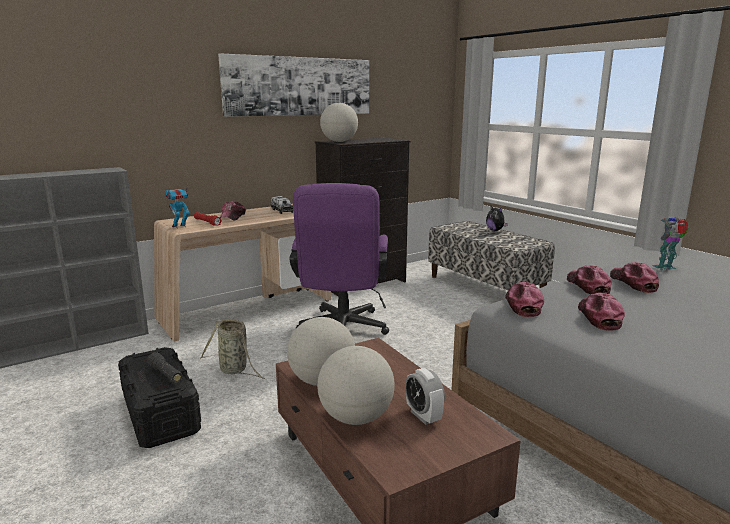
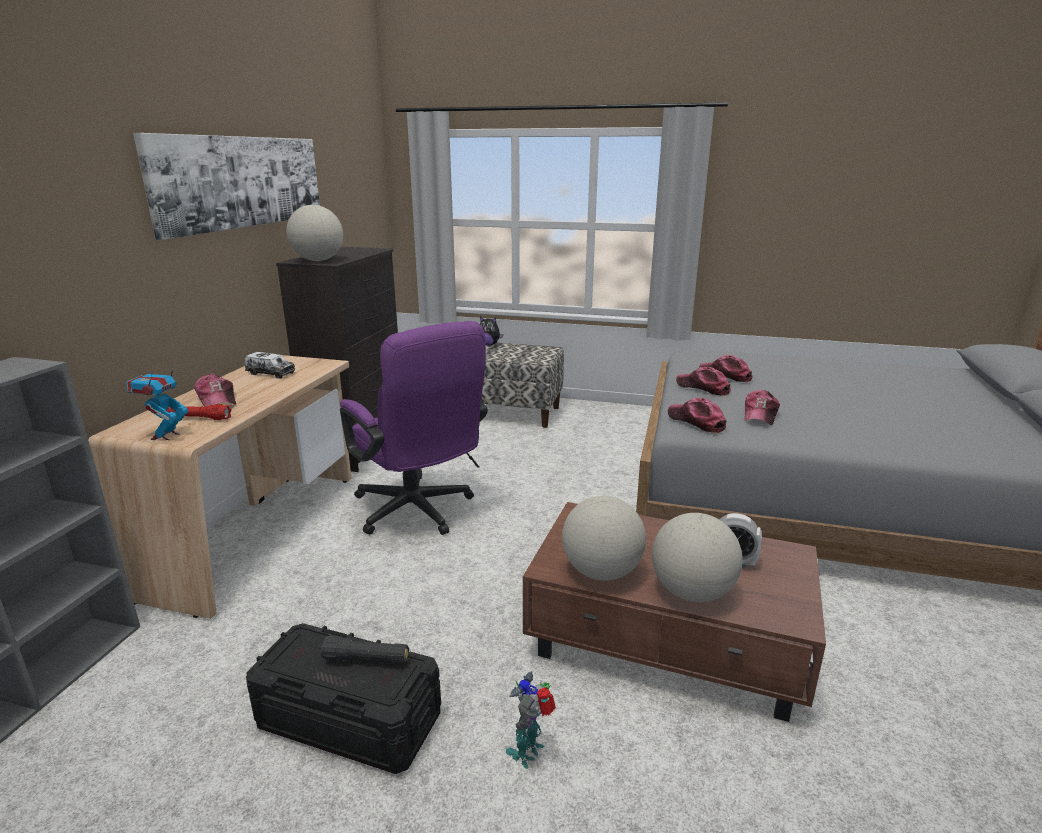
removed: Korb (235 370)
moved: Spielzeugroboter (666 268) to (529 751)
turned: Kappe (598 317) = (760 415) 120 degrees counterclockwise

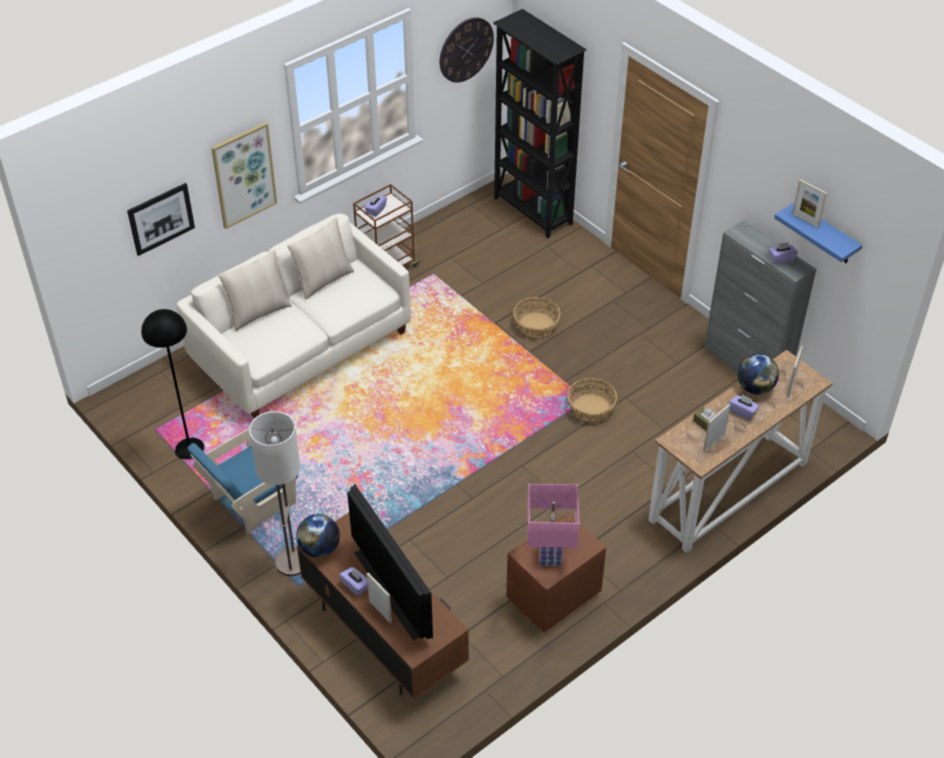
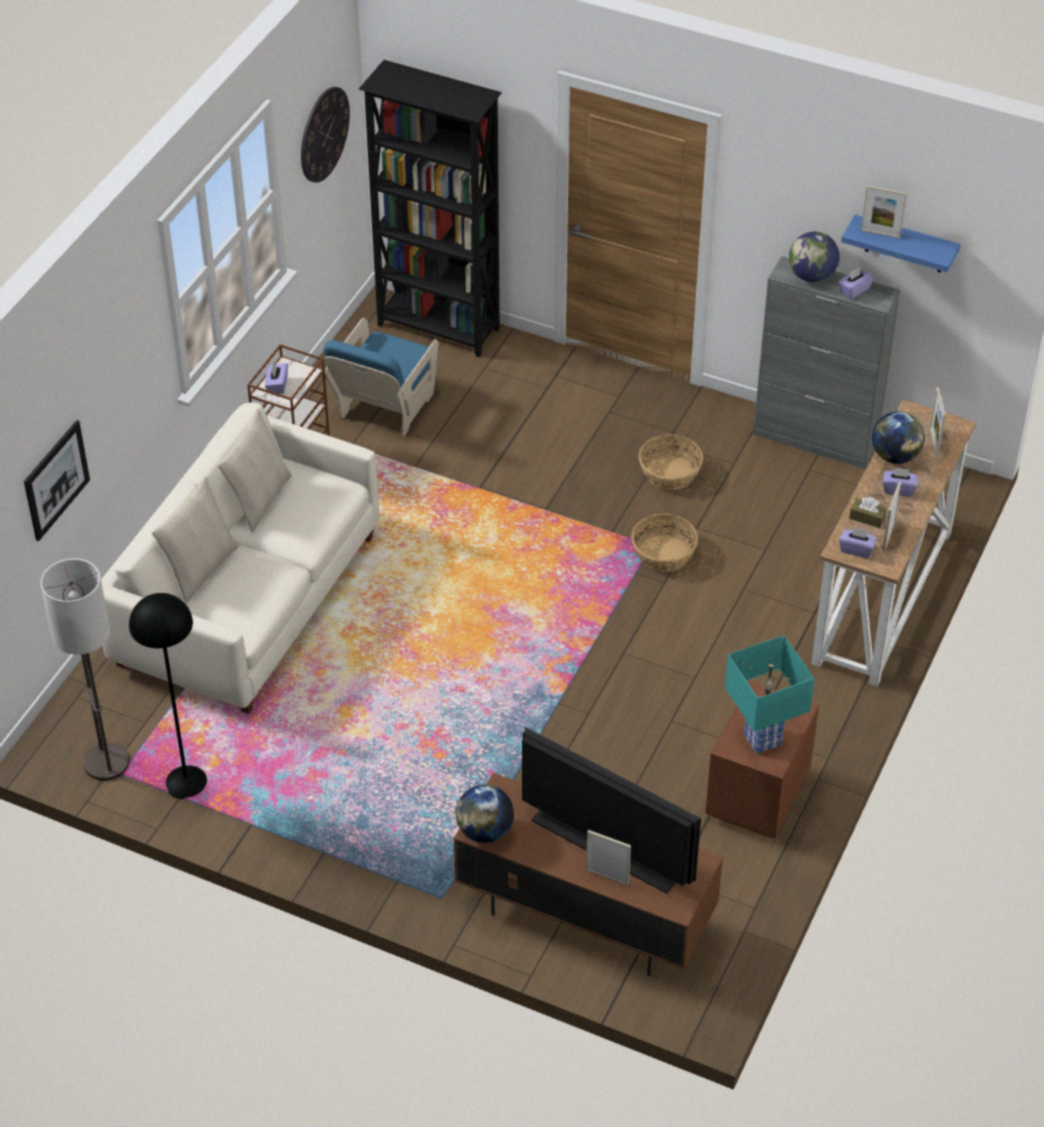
removed: Bild (244 175)
added: Globus (812 276)
moved: Korb (536 324) to (669 472); Stehlampe (292 562) to (106 762); Sessel/blau (251 504) to (385 409); Taschentuchbox/lila (355 586) to (856 549)
recoloured: Tischlampe/rosa (549 557) to Tischlampe/türkis (762 740)

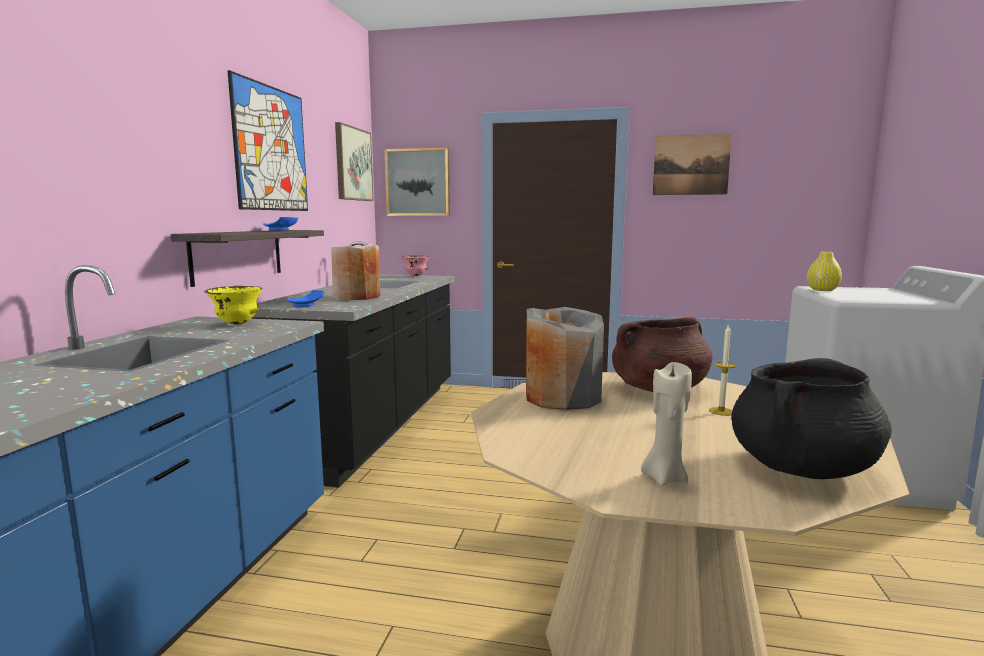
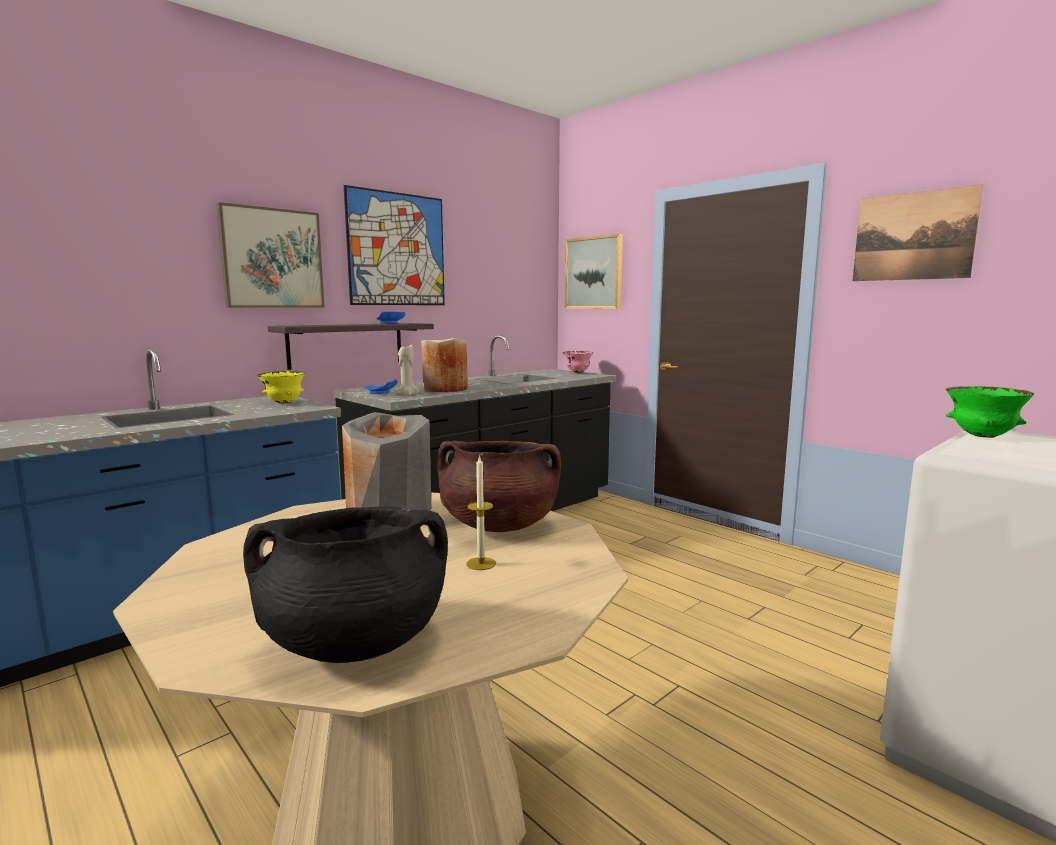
moved: Bild (353 164) to (272 258); Kerze/beige (664 478) to (407 394)
replaced: Vase/gelb (822 290) to Schüssel/grün (982 436)

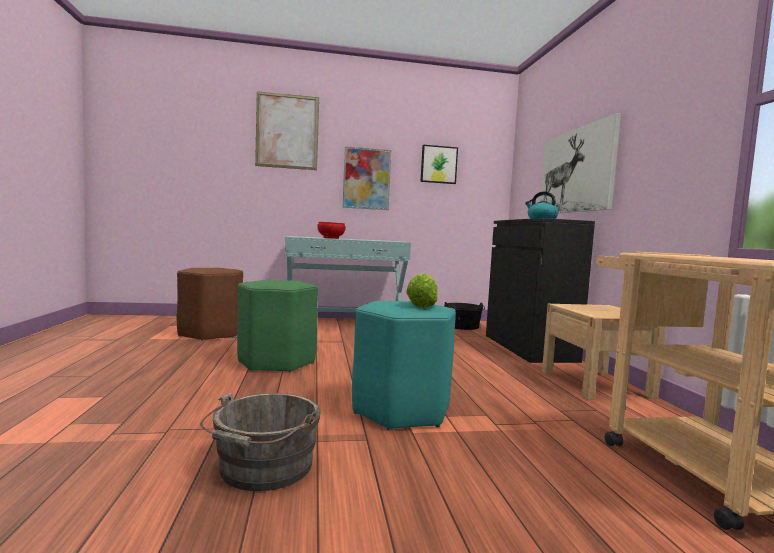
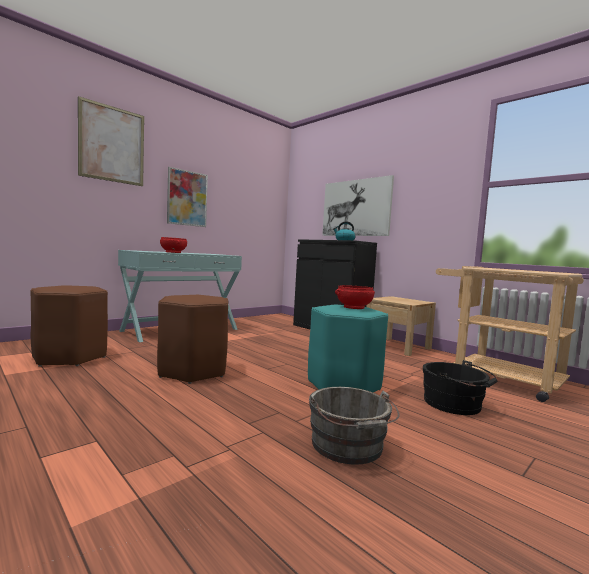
removed: Bild (438 164)
moved: Eimer/schwarz (463 326) to (455 404)
replaced: Salatkopf (421 306) to Schüssel/rot (354 307)
recoloured: Hocker/grün (276 362) to Hocker/braun (193 371)

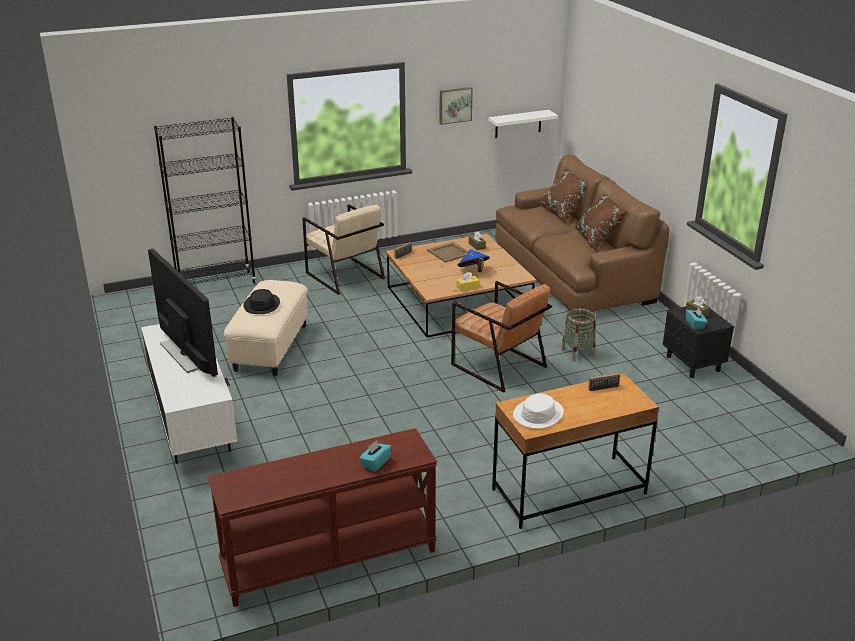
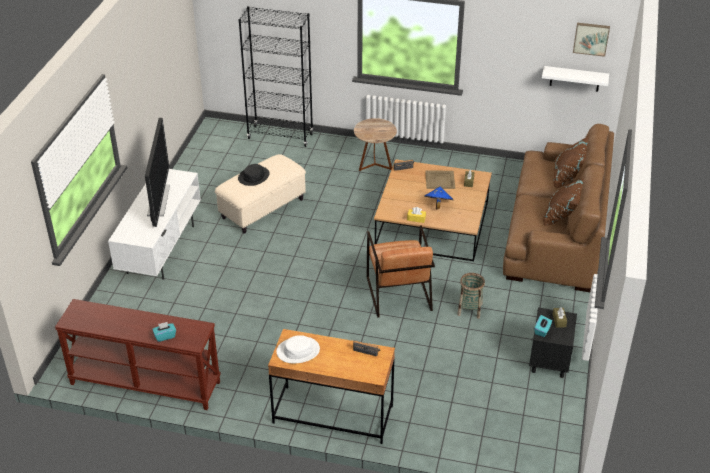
moved: Bild (455 105) to (591 38)
replaced: Sessel/beige (344 276) to Beistelltisch/braun (374 165)

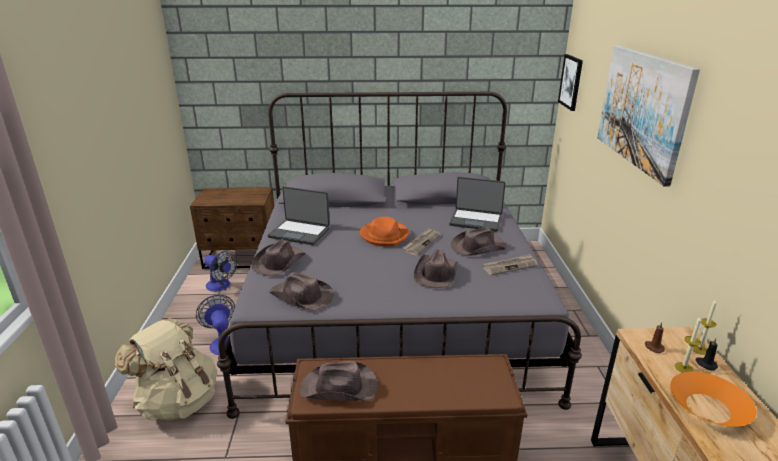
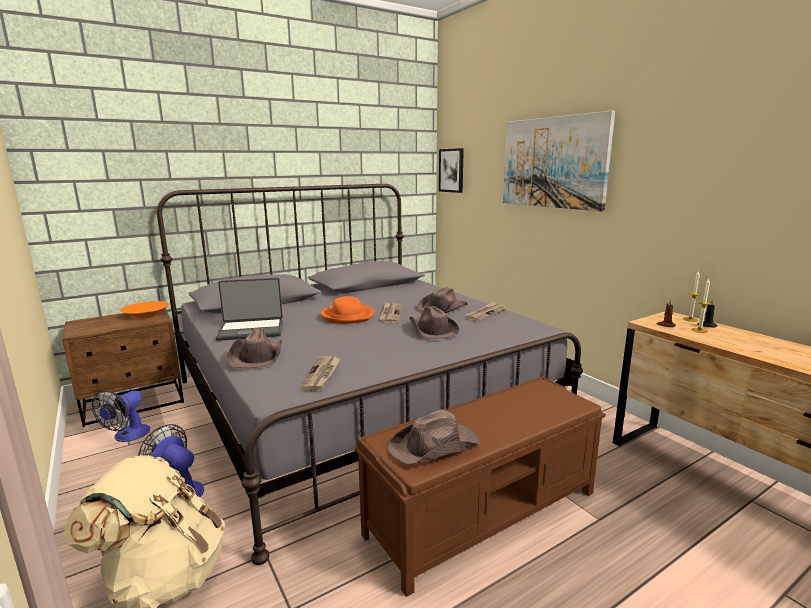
removed: Laptop (476 220)
moved: Schüssel/orange (708 407) to (146 314)
replaced: Hut/braun (301 297) to Zeitung (322 375)
turned: Ventilator (221 286) = (127 436) 105 degrees clockwise

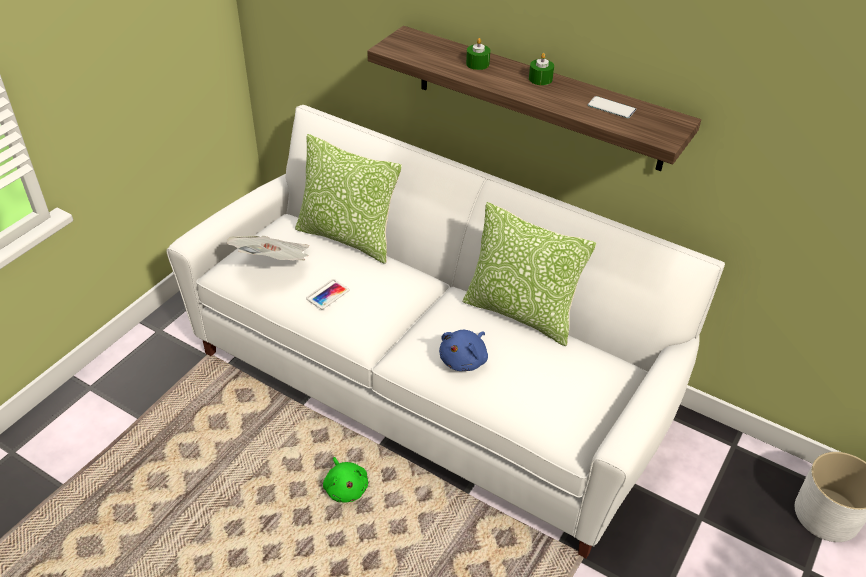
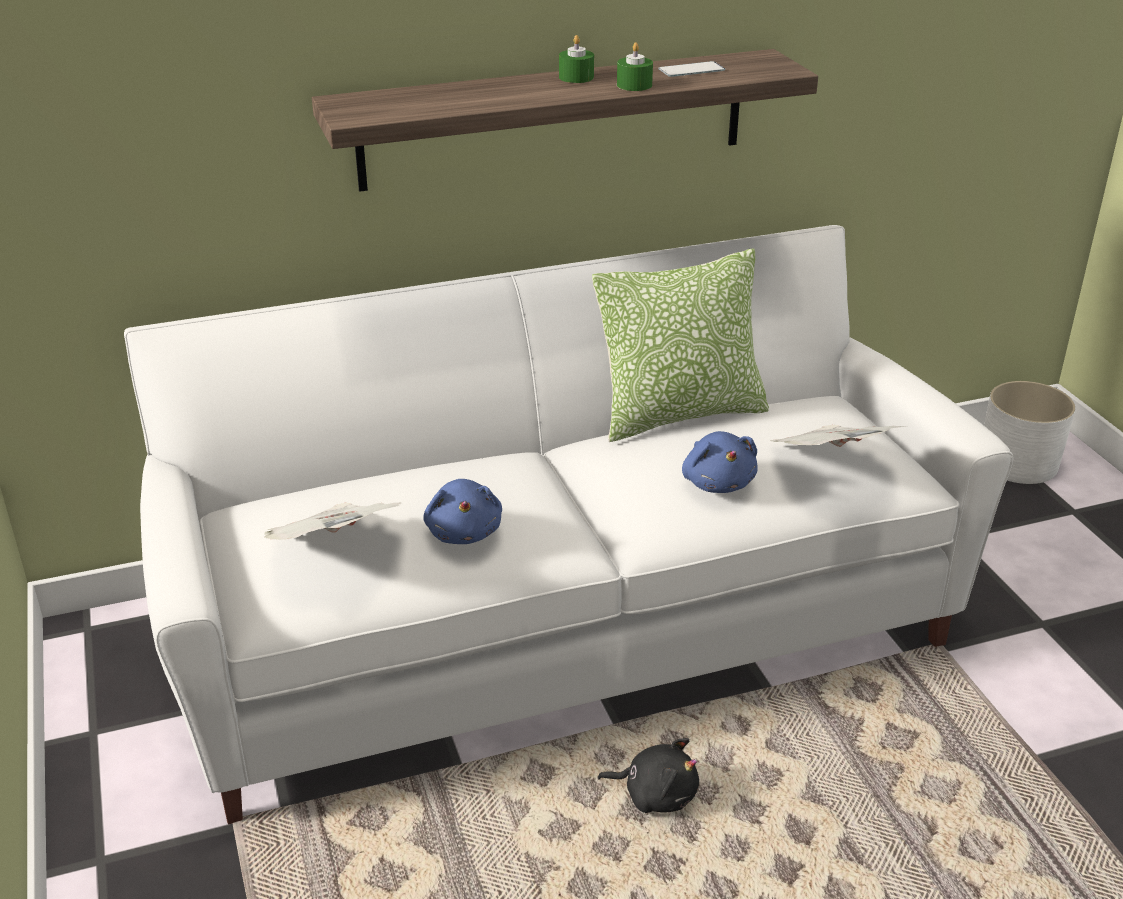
removed: Kissen (348 237)
added: Zeitung (832 463)
moved: Kerze/grün (477 64) to (634 85)
replaced: Handy (327 294) to Plüschtier/blau (464 532)
recoloured: Plüschtier/grün (346 488) to Plüschtier/schwarz (655 794)

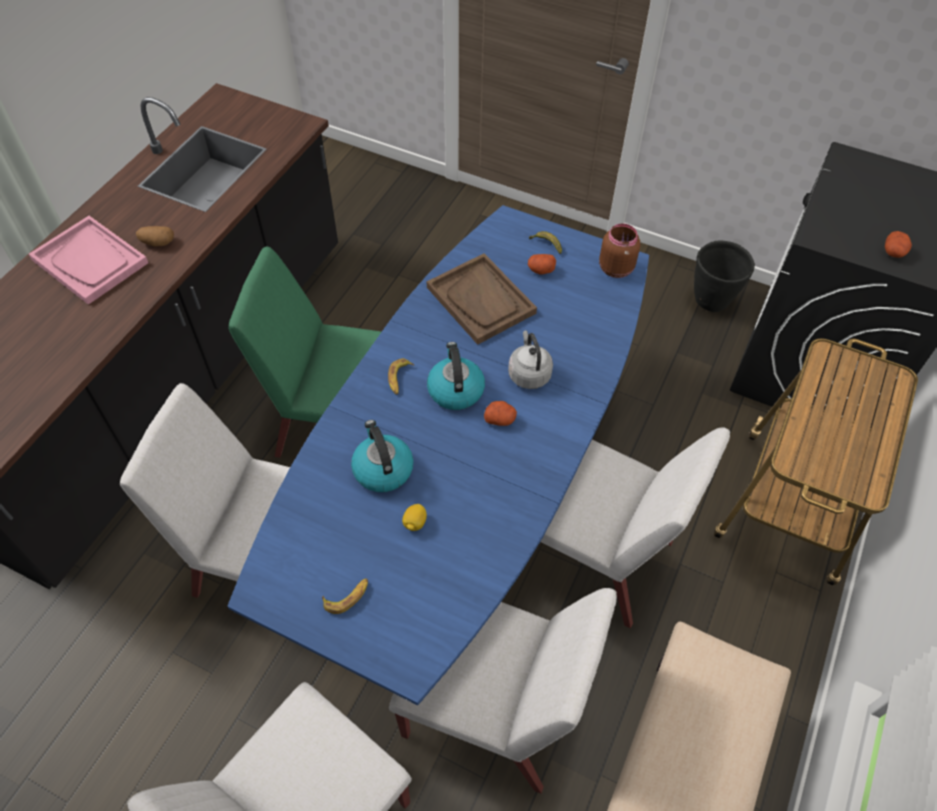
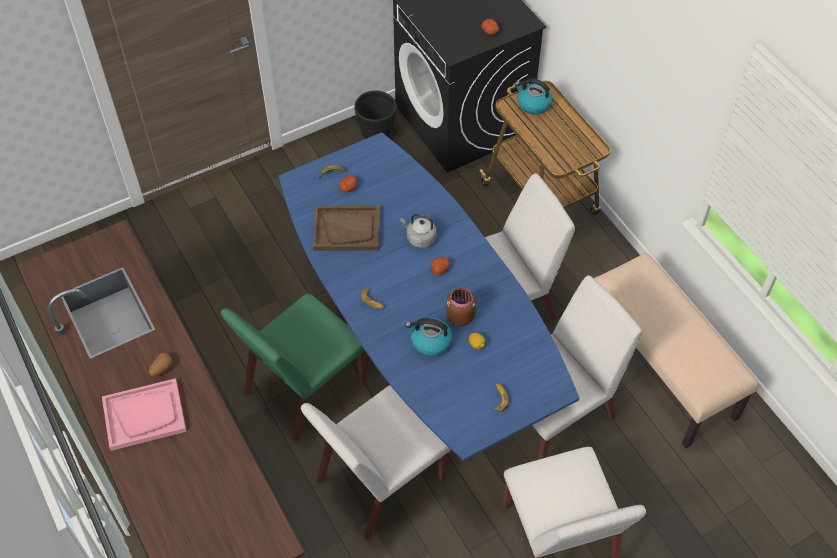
moved: Vorratsglas/braun (616 268) to (459 317); Wasserkessel (455 390) to (533 104)

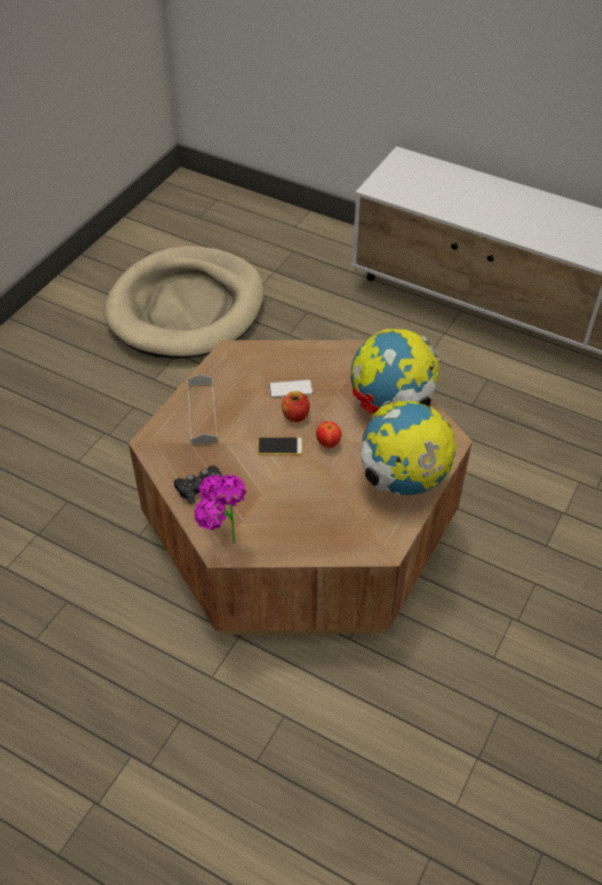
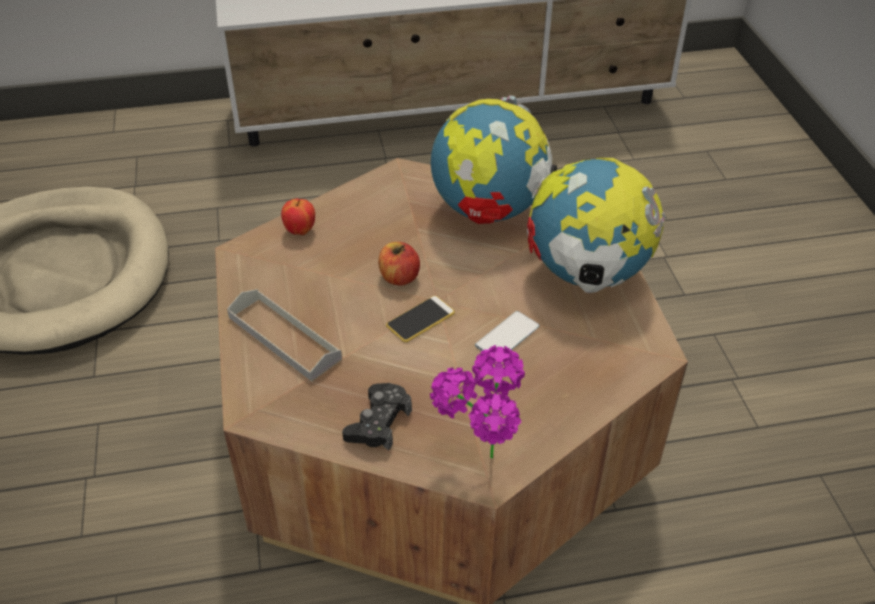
moved: Handy (290 389) to (507 336); Apfel (328 444) to (300 231)

